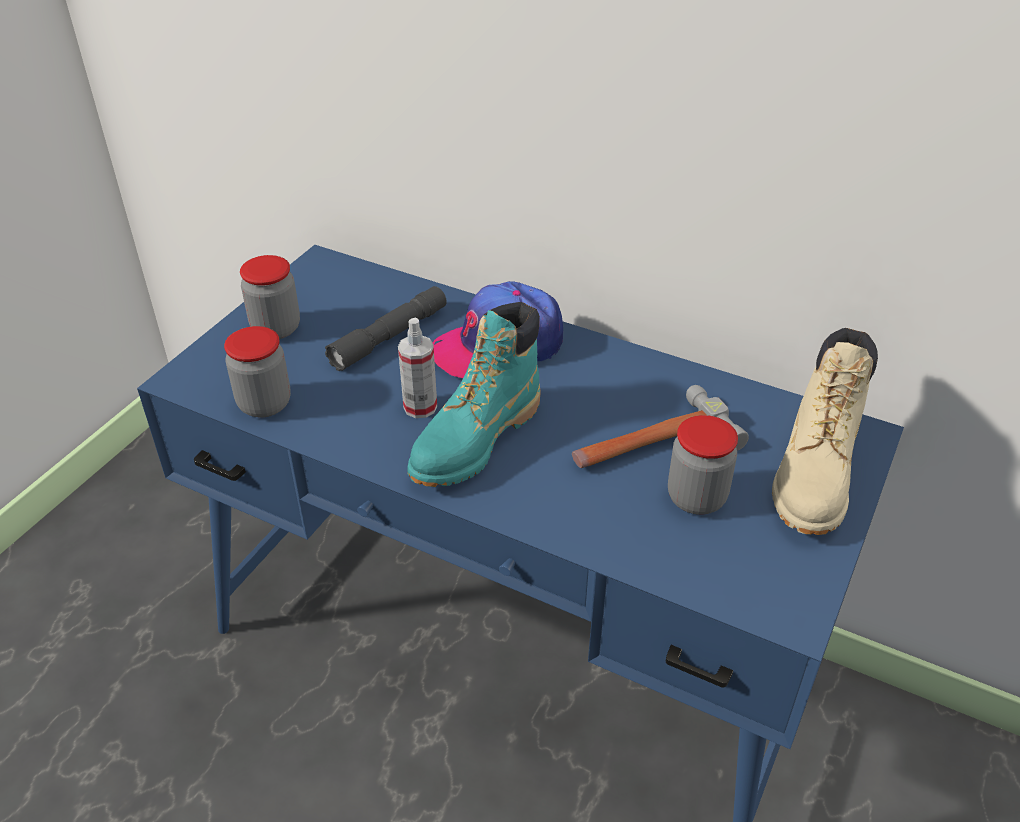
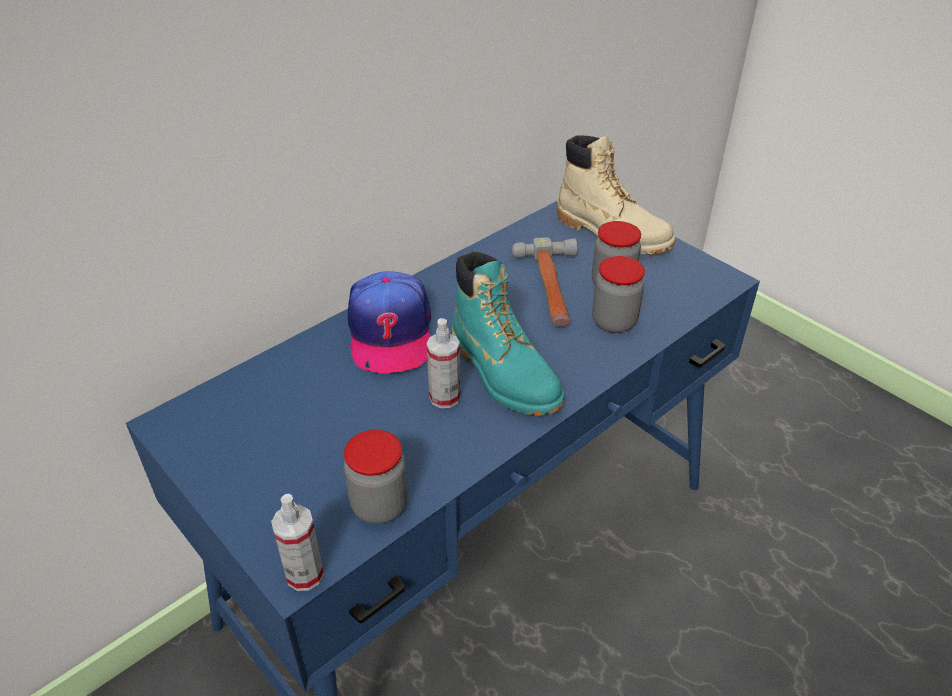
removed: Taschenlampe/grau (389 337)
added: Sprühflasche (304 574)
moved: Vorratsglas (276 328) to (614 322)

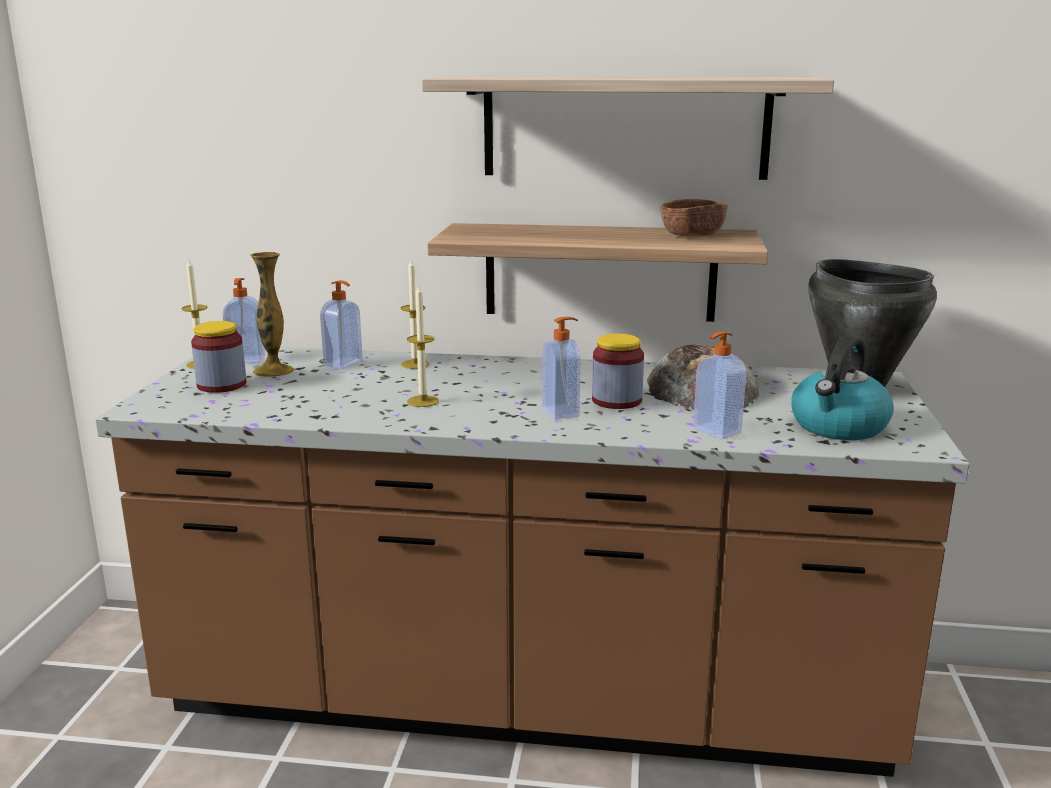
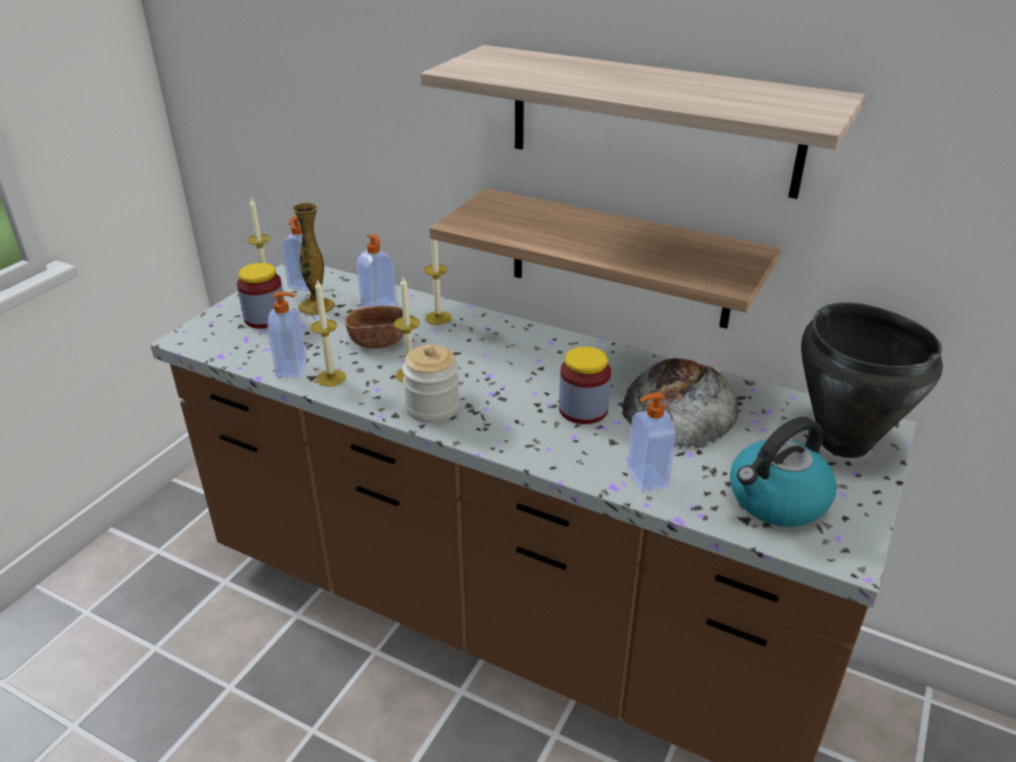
added: Kerze (331 378); Vorratsglas (432 408)
moved: Schüssel/braun (692 235) to (379 341); Seifenspender (562 412) to (293 369)

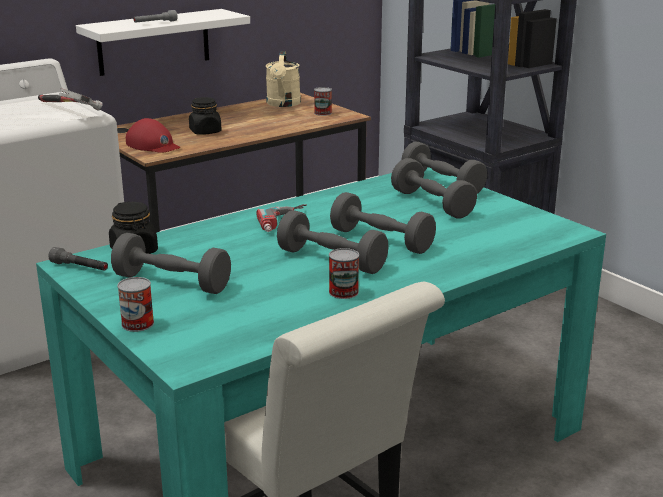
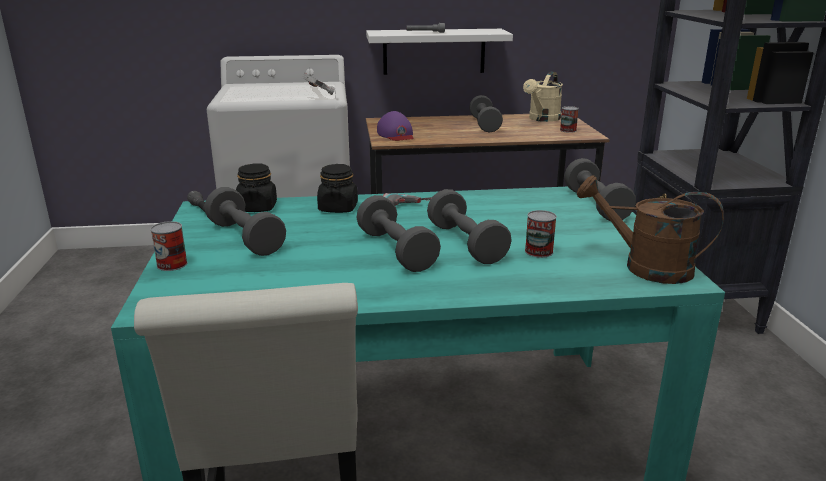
added: Gießkanne/braun (645 267)
moved: Vorratsglas/schwarz (205 132) to (338 208); Hantel/grau (432 204) to (484 125); Dose (343 292) to (539 251)
recoloured: Kappe/rot (153 145) to Kappe/lila (396 134)

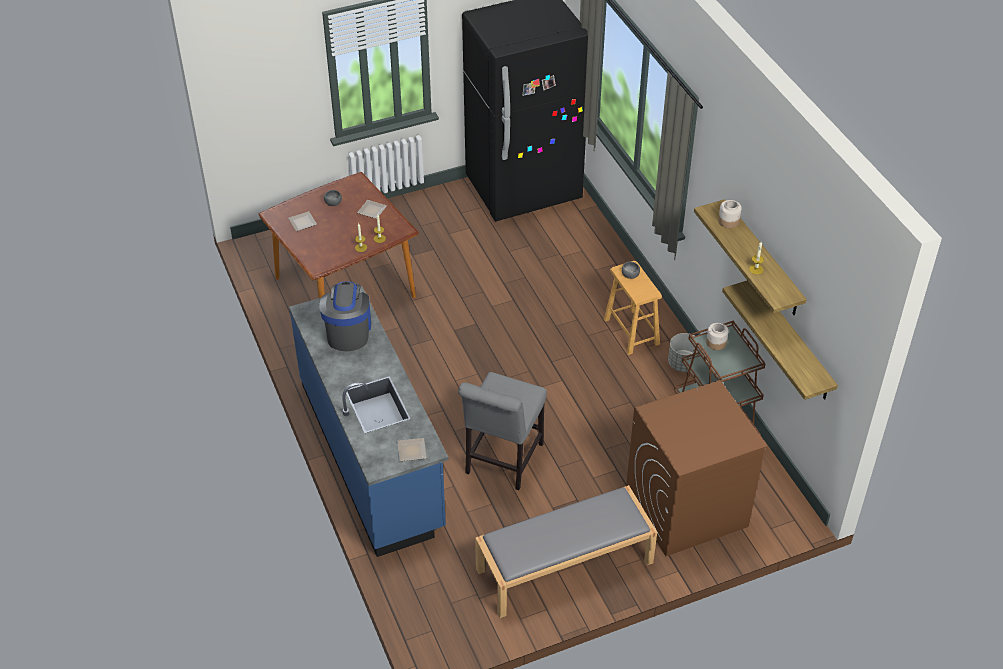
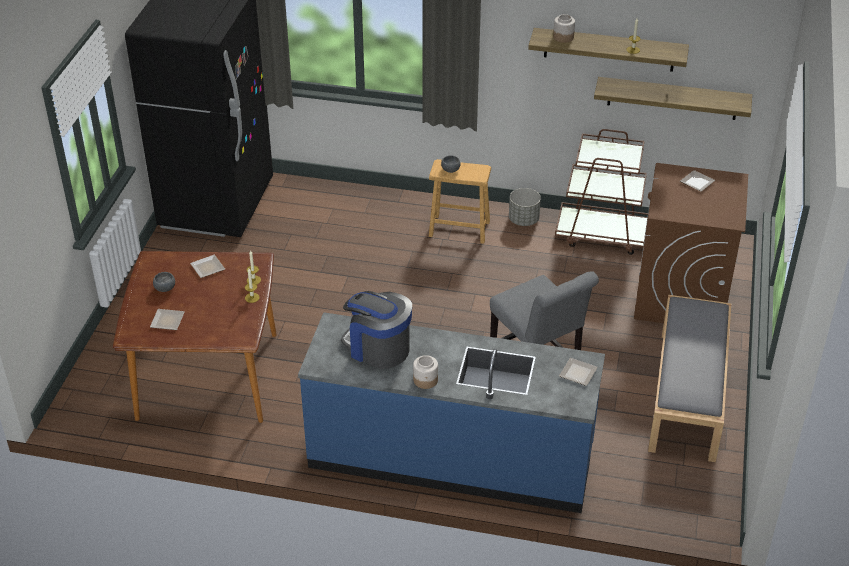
added: Teller (696 181)
moved: Vorratsglas (716 343) to (425 380)

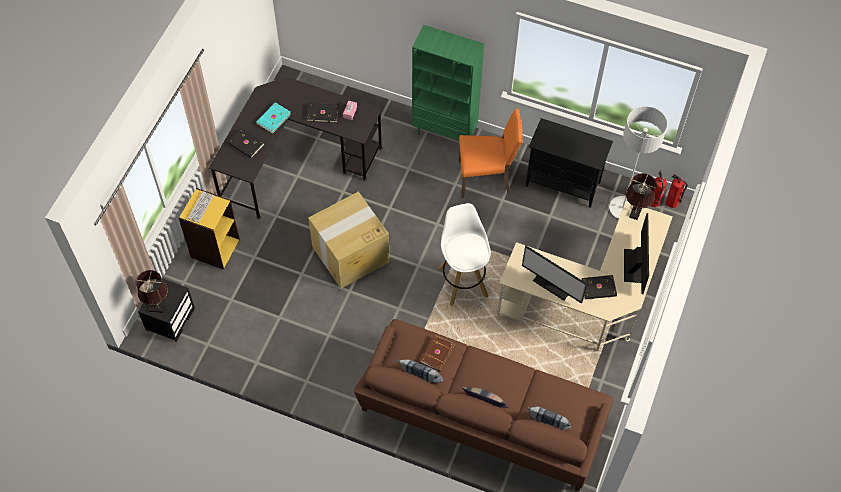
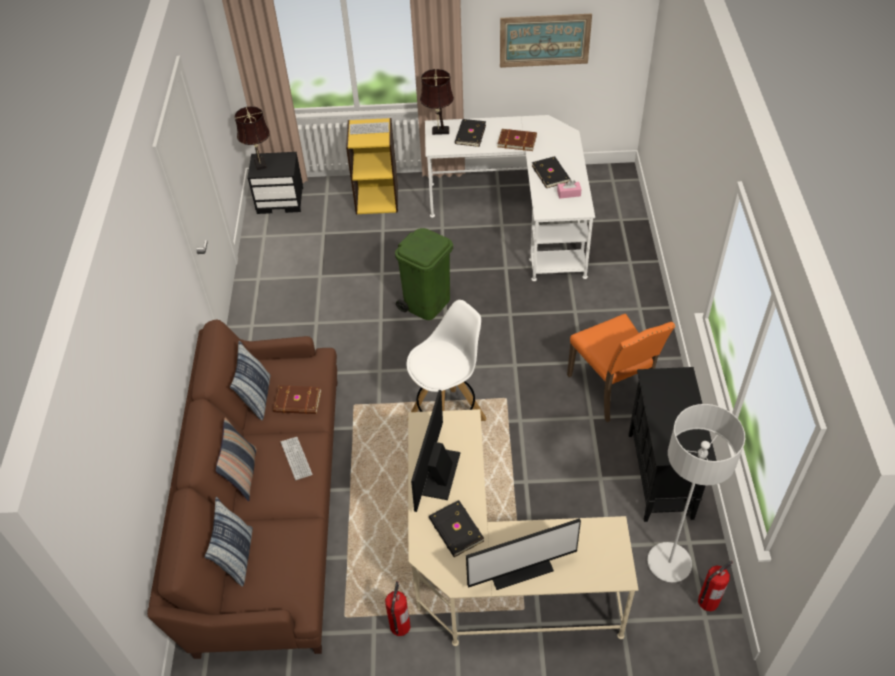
removed: Bücherregal/grün (445 132)
added: Bild (544 40); Tastatur (296 458)
moved: Tischlampe/braun (634 214) to (438 131); Feuerlöscher (672 202) to (400 626)
replaced: Karton (350 255) to Mülleimer/grün (427 303)
recoloured: Schreibtisch/schwarz (295 160) to Schreibtisch/weiß (520 216); Buch/türkis (273 118) to Buch/braun (517 141)

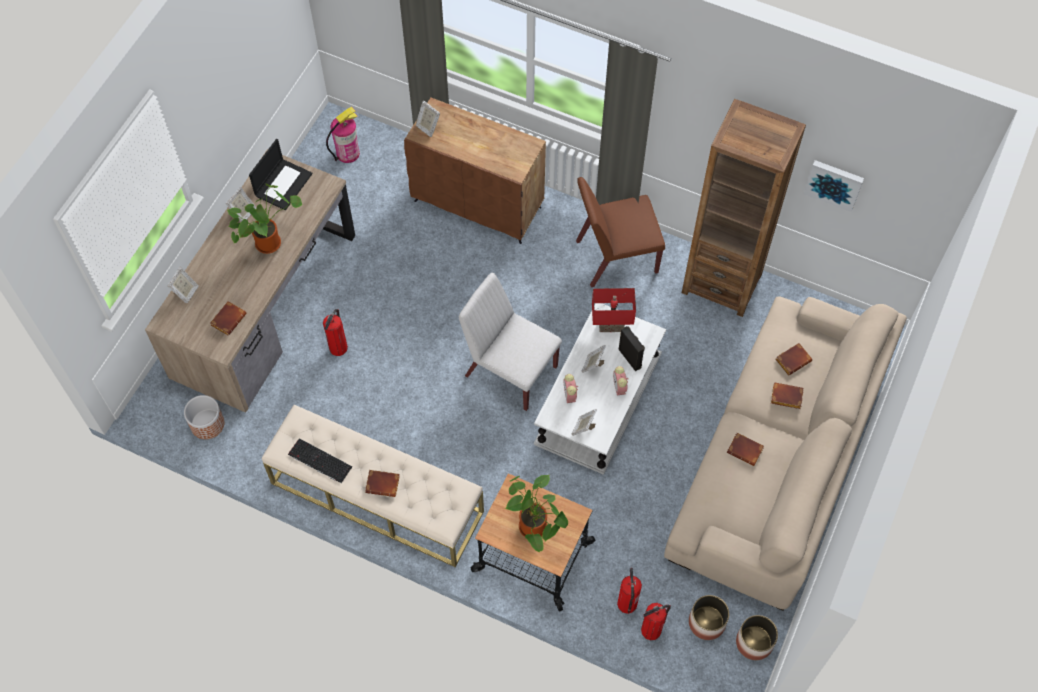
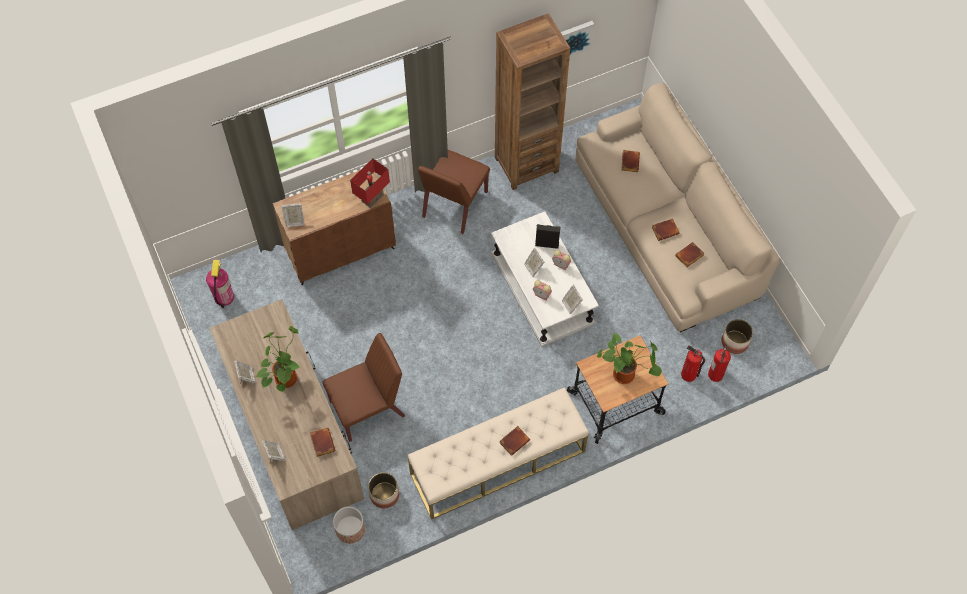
removed: Laptop (283 184); Stuhl/weiß (510 370); Tastatur (318 461)
moved: Tischlampe/rot (611 324) to (372 197); Buch/braun (785 397) to (689 256); Pflanzkübel (754 642) to (384 495)
replaced: Feuerlöscher (338 347) to Stuhl/braun (368 408)

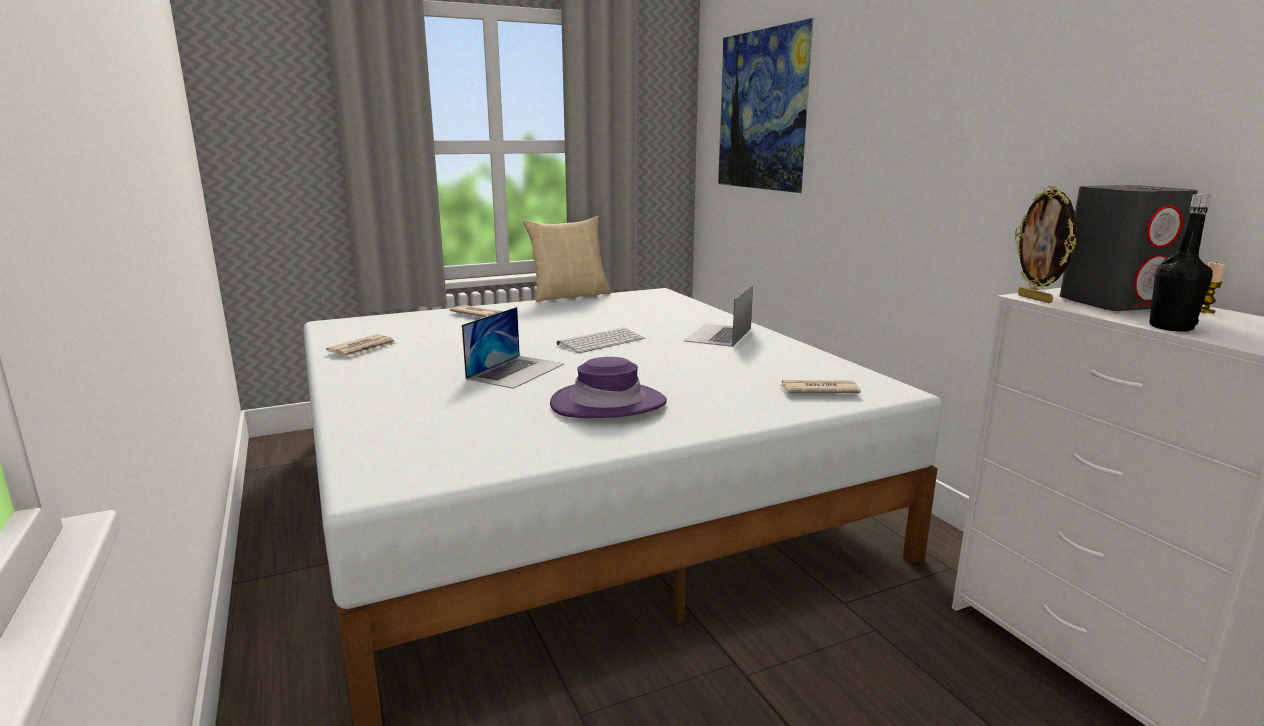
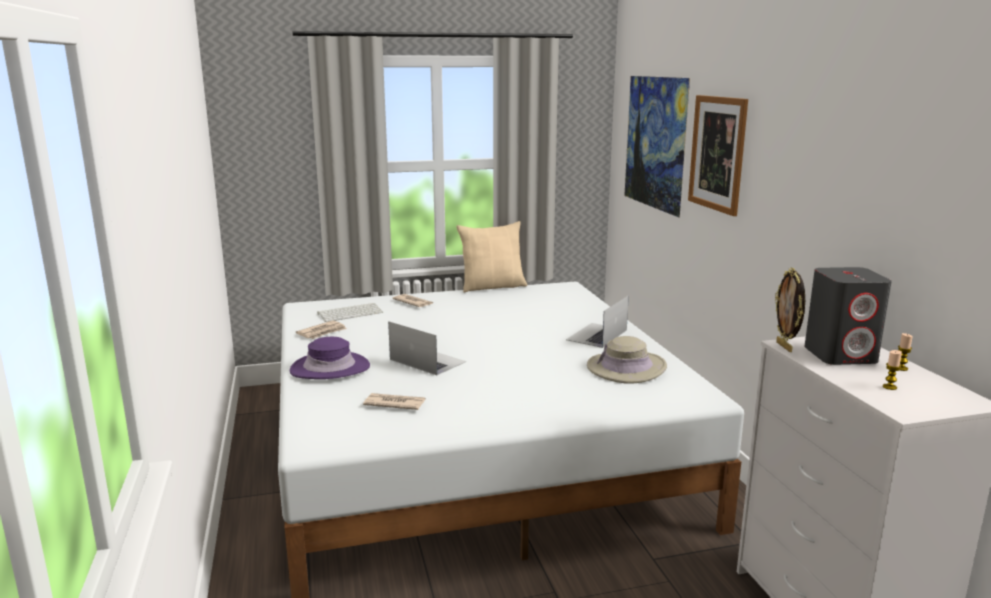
removed: Flasche/schwarz (1171 327)
added: Bild (717 153); Hut/beige (626 368); Kerze (889 387)
moved: Tastatur (601 341) to (351 313); Hut/lila (608 403) to (330 368); Zeitung (817 390) to (394 404)
turned: Laptop (516 371) = (427 360) 90 degrees counterclockwise

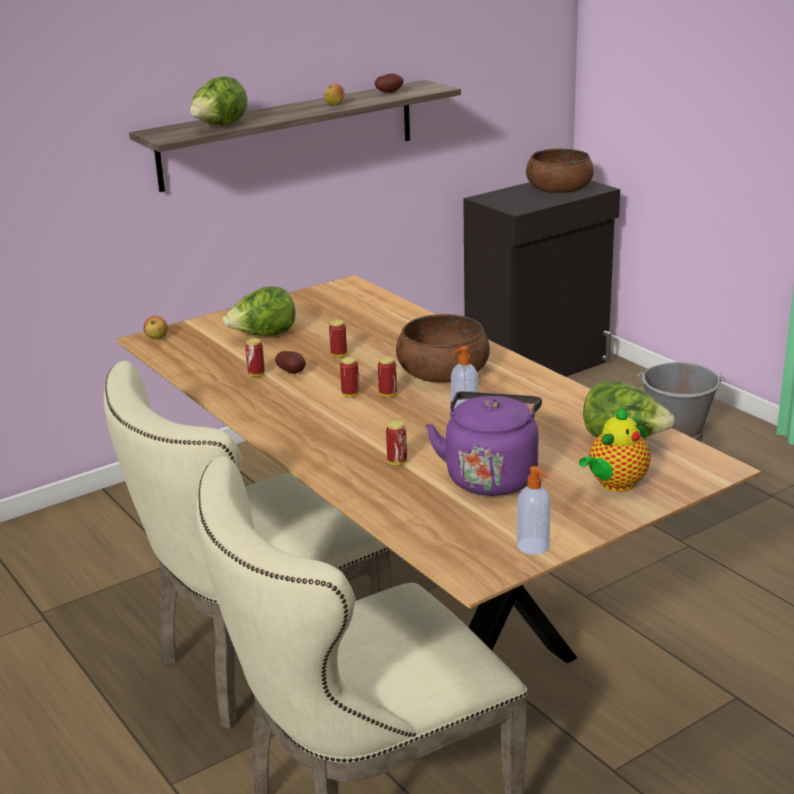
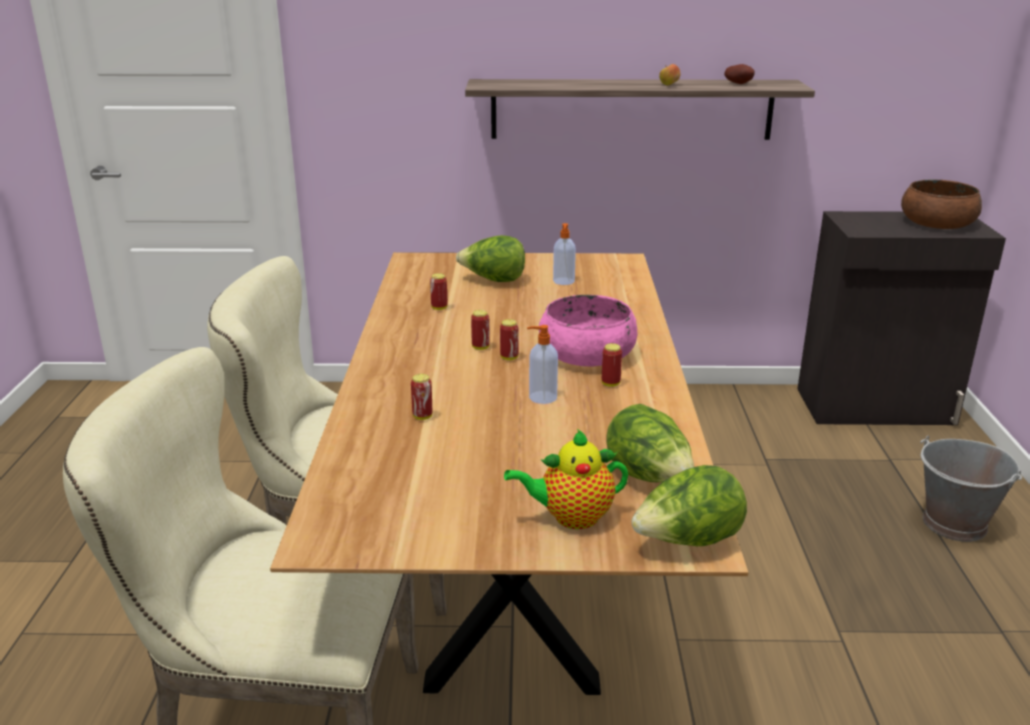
removed: Apfel (157 338); Kartoffel (292 372); Wasserkessel/lila (491 476)
moved: Salatkopf (219 126) to (687 542); Dose (339 355) to (610 384); Seifenspender (534 547) to (563 281)
recoloured: Schüssel/braun (443 371) to Schüssel/rosa (587 353)

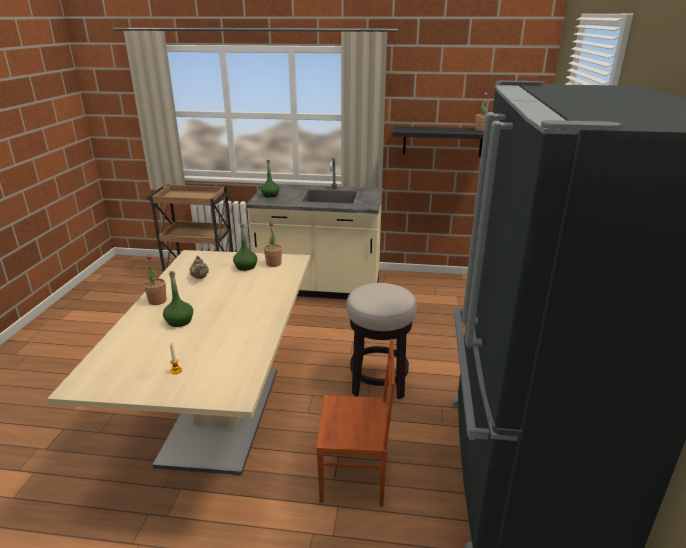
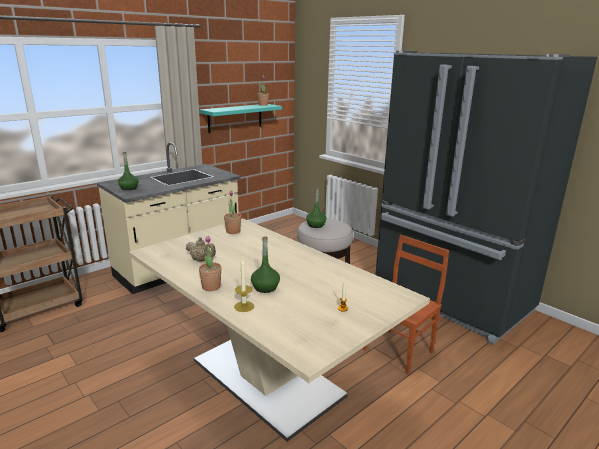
added: Kerze (244 306)
moved: Flasche/grün (245 266) to (315 225)
recoloured: Wandregal/schwarz (442 141) to Wandregal/türkis (235 118)

